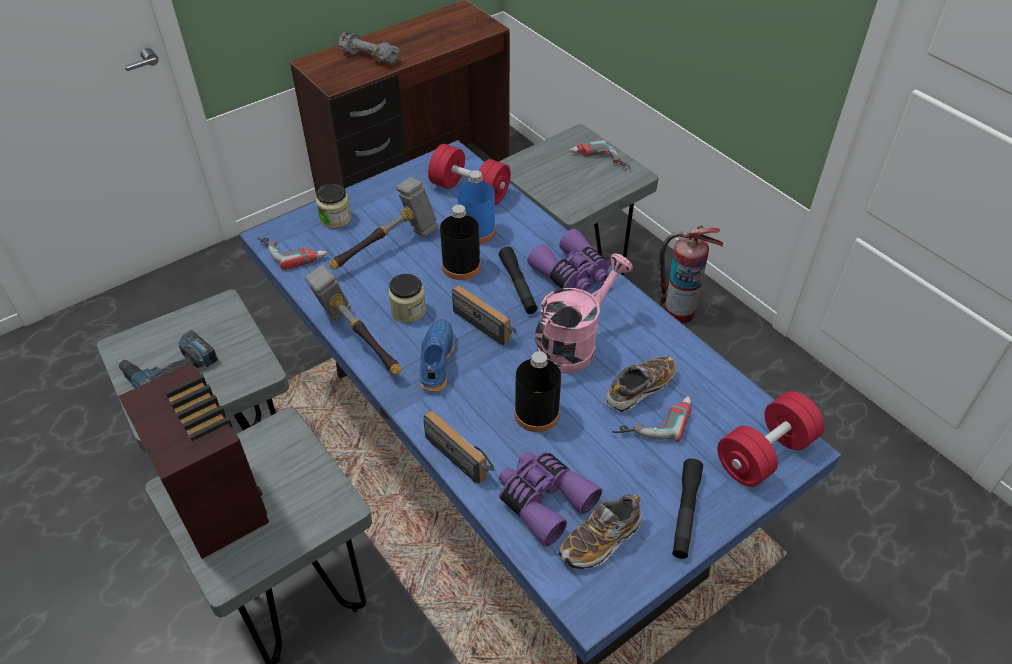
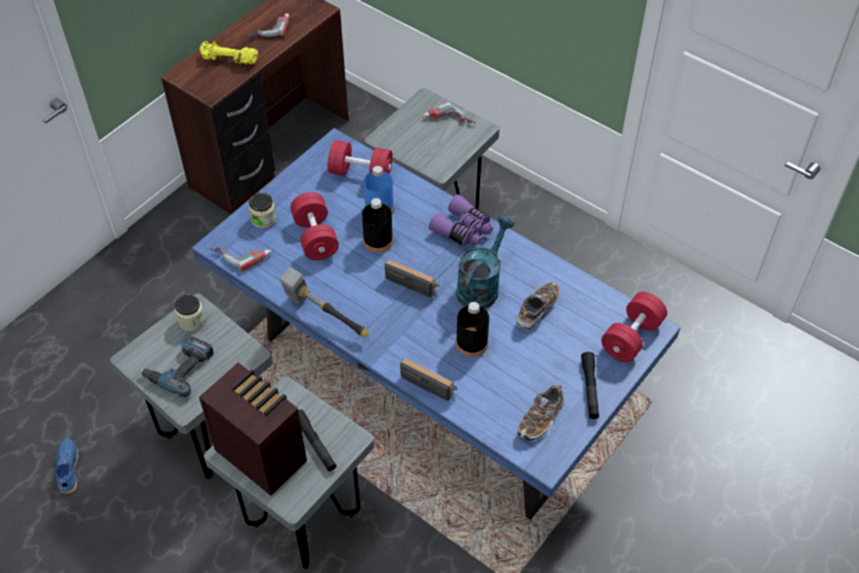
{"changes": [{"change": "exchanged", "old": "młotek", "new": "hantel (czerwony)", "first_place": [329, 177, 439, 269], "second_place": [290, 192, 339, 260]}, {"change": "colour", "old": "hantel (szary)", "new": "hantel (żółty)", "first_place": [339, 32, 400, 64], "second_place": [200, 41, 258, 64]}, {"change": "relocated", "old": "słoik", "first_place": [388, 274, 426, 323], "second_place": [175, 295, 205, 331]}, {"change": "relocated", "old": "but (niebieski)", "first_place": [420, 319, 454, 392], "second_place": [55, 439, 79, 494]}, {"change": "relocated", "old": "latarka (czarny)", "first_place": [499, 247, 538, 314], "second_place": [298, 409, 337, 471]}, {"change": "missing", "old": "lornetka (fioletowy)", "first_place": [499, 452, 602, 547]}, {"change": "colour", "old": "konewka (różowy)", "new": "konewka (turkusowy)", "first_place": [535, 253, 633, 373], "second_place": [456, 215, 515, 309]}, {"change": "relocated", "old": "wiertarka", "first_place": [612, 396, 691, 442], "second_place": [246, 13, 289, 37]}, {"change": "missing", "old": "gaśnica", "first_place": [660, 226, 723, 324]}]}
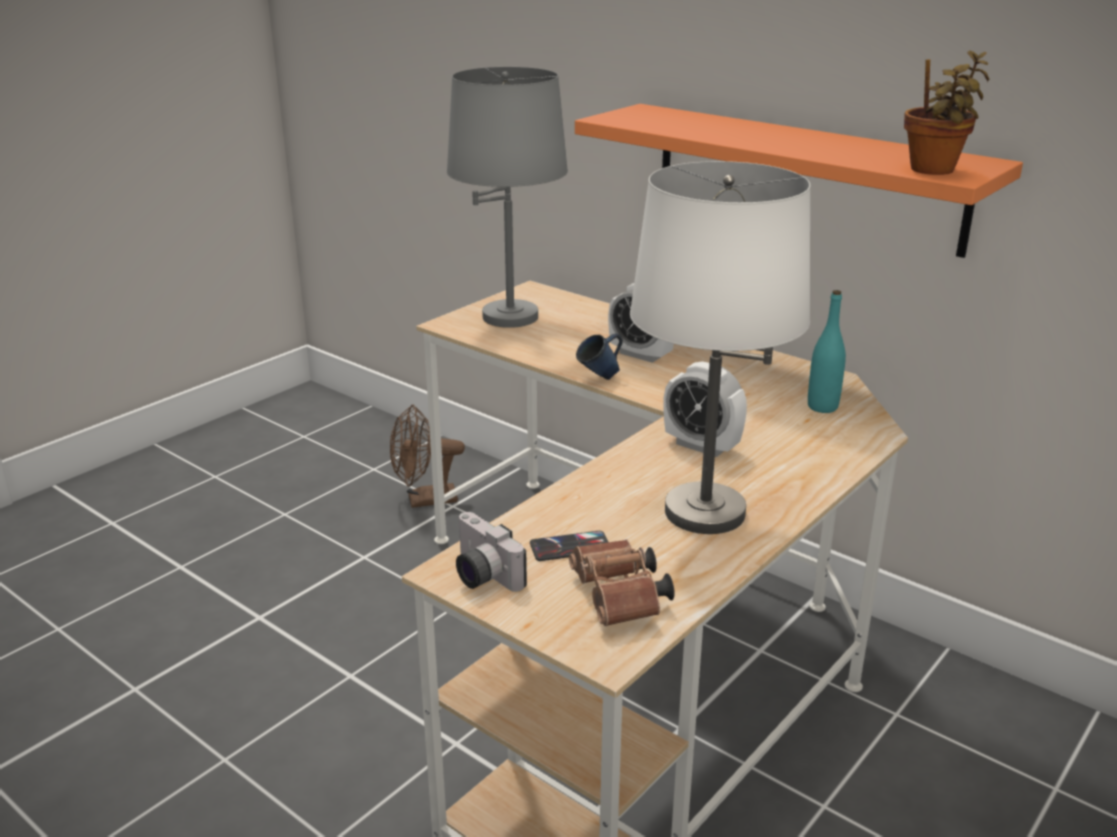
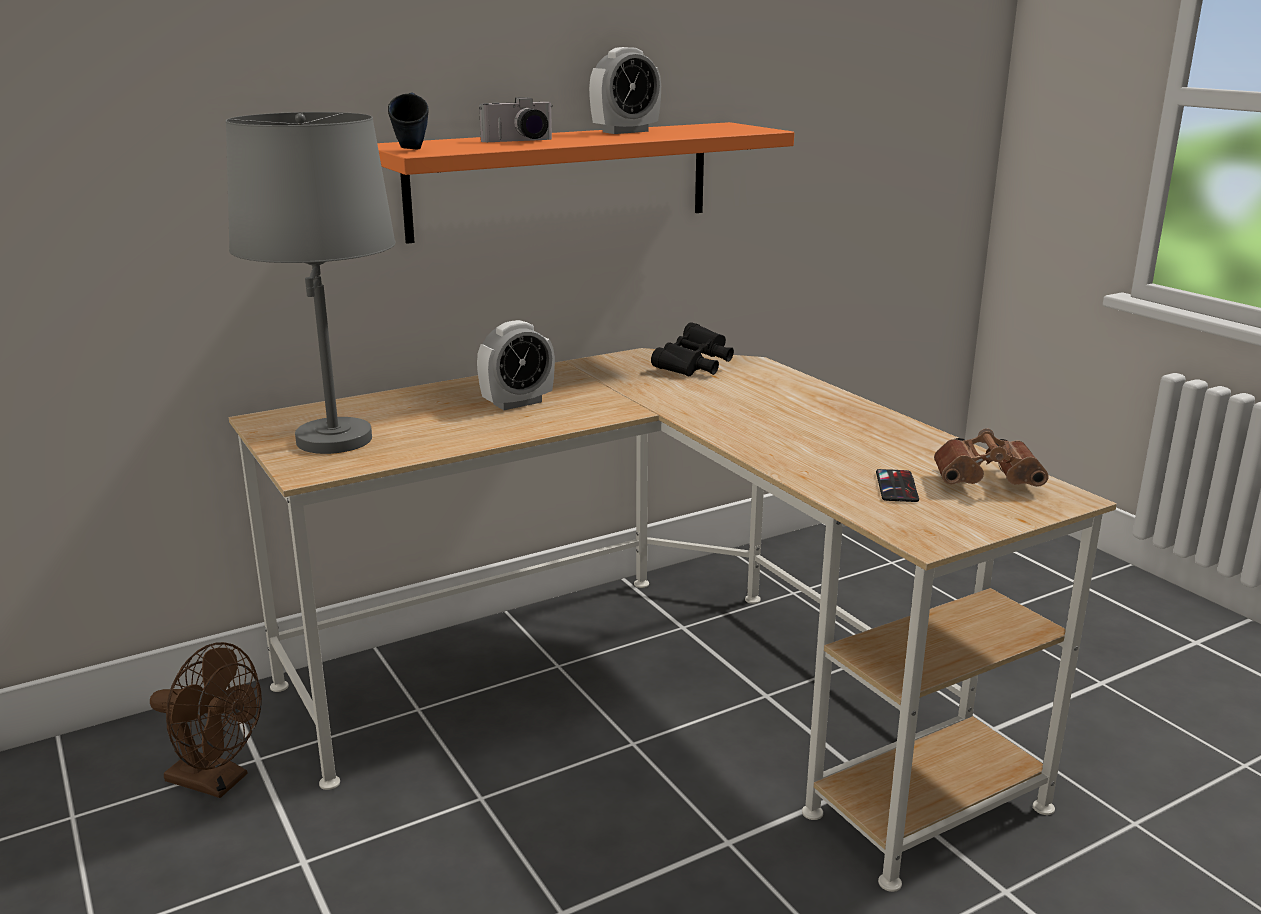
{"changes": [{"change": "spun", "old": "wentylator (brązowy)", "first_place": [390, 405, 465, 508], "second_place": [150, 642, 262, 798], "degrees": -75}, {"change": "relocated", "old": "aparat fotograficzny", "first_place": [456, 512, 527, 592], "second_place": [479, 97, 553, 142]}, {"change": "relocated", "old": "kubek (niebieski)", "first_place": [576, 333, 623, 380], "second_place": [388, 92, 429, 149]}, {"change": "missing", "old": "lampa stołowa (biały)", "first_place": [630, 161, 810, 534]}, {"change": "relocated", "old": "budzik", "first_place": [663, 361, 747, 457], "second_place": [589, 47, 661, 134]}, {"change": "exchanged", "old": "butelka (turkusowy)", "new": "lornetka (czarny)", "first_place": [808, 290, 846, 413], "second_place": [651, 322, 734, 376]}, {"change": "missing", "old": "roślina doniczkowa", "first_place": [904, 50, 990, 175]}]}
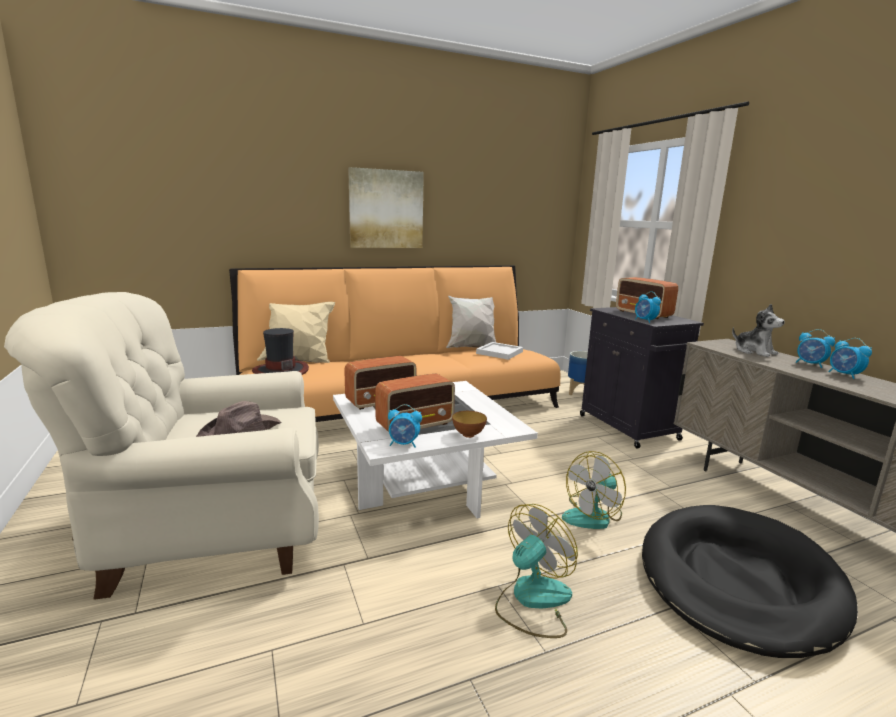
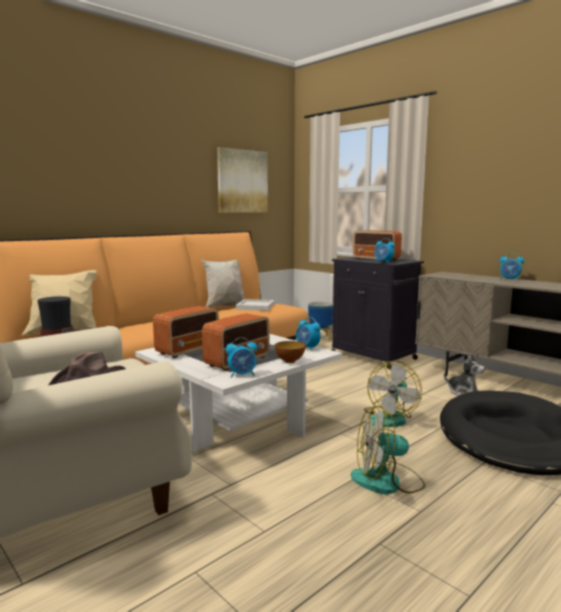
{"changes": [{"change": "relocated", "old": "obraz", "first_place": [348, 167, 424, 248], "second_place": [217, 147, 268, 213]}, {"change": "spun", "old": "wentylator", "first_place": [495, 504, 578, 638], "second_place": [351, 405, 425, 495], "degrees": -120}, {"change": "relocated", "old": "pluszak", "first_place": [732, 304, 785, 357], "second_place": [444, 354, 485, 396]}, {"change": "relocated", "old": "budzik", "first_place": [828, 338, 872, 379], "second_place": [296, 317, 321, 351]}]}
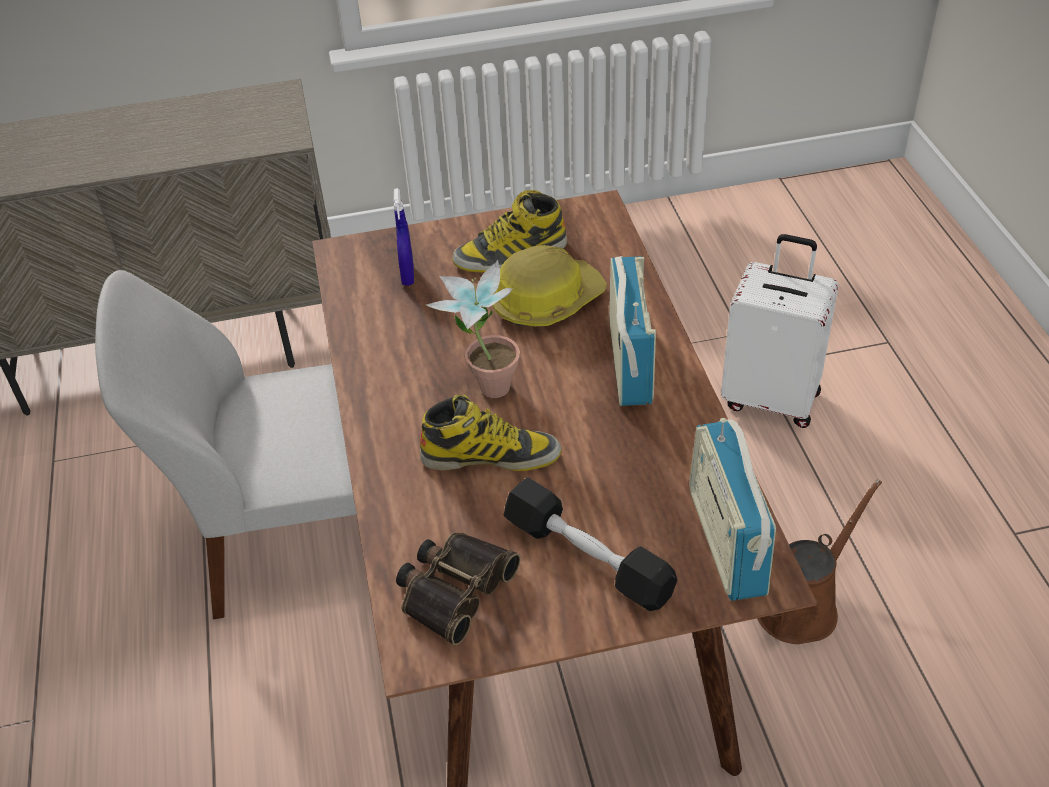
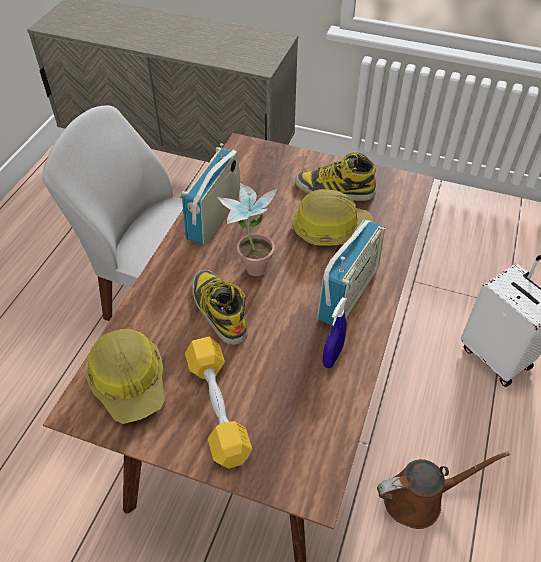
{"changes": [{"change": "relocated", "old": "spryskiwacz (niebieski)", "first_place": [394, 188, 414, 286], "second_place": [322, 297, 347, 368]}, {"change": "exchanged", "old": "lornetka", "new": "kask", "first_place": [396, 532, 521, 645], "second_place": [85, 329, 165, 424]}, {"change": "spun", "old": "but z cholewką", "first_place": [420, 394, 562, 471], "second_place": [192, 270, 248, 345], "degrees": -150}, {"change": "colour", "old": "hantel (czarny)", "new": "hantel (żółty)", "first_place": [504, 477, 677, 611], "second_place": [185, 337, 252, 469]}, {"change": "relocated", "old": "radio", "first_place": [689, 418, 776, 601], "second_place": [182, 143, 241, 245]}]}
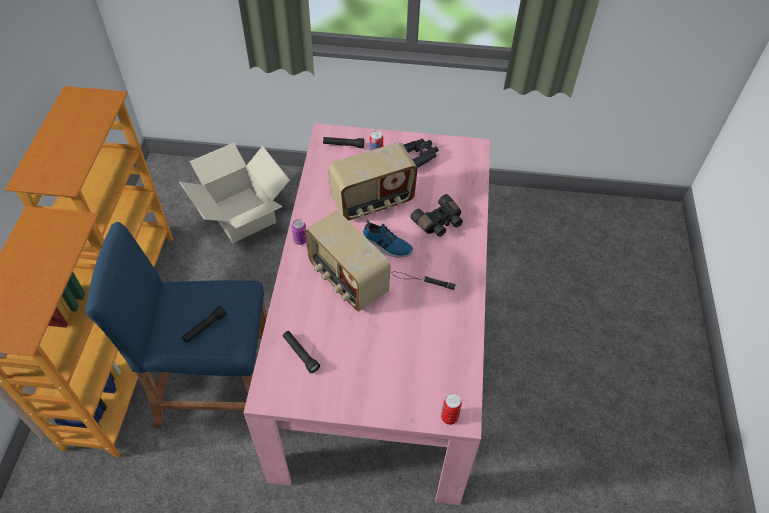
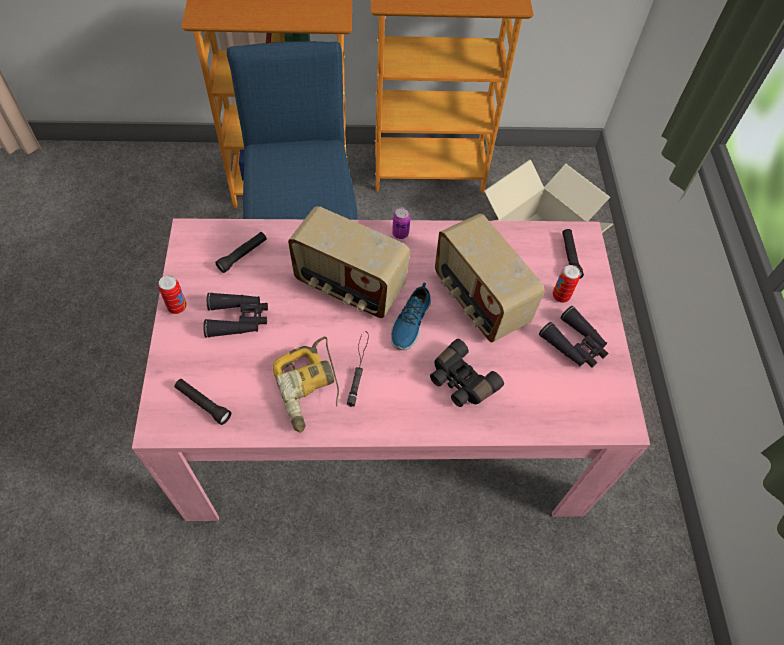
{"changes": [{"change": "relocated", "old": "latarka (czarny)", "first_place": [182, 306, 226, 343], "second_place": [174, 379, 231, 425]}, {"change": "spun", "old": "radio", "first_place": [305, 211, 391, 312], "second_place": [288, 206, 410, 318], "degrees": -105}, {"change": "relocated", "old": "puszka", "first_place": [441, 394, 462, 425], "second_place": [158, 275, 187, 314]}, {"change": "appeared", "new": "lornetka (czarny)", "second_place": [203, 292, 268, 338]}, {"change": "appeared", "new": "wiertarka", "second_place": [273, 337, 339, 433]}]}
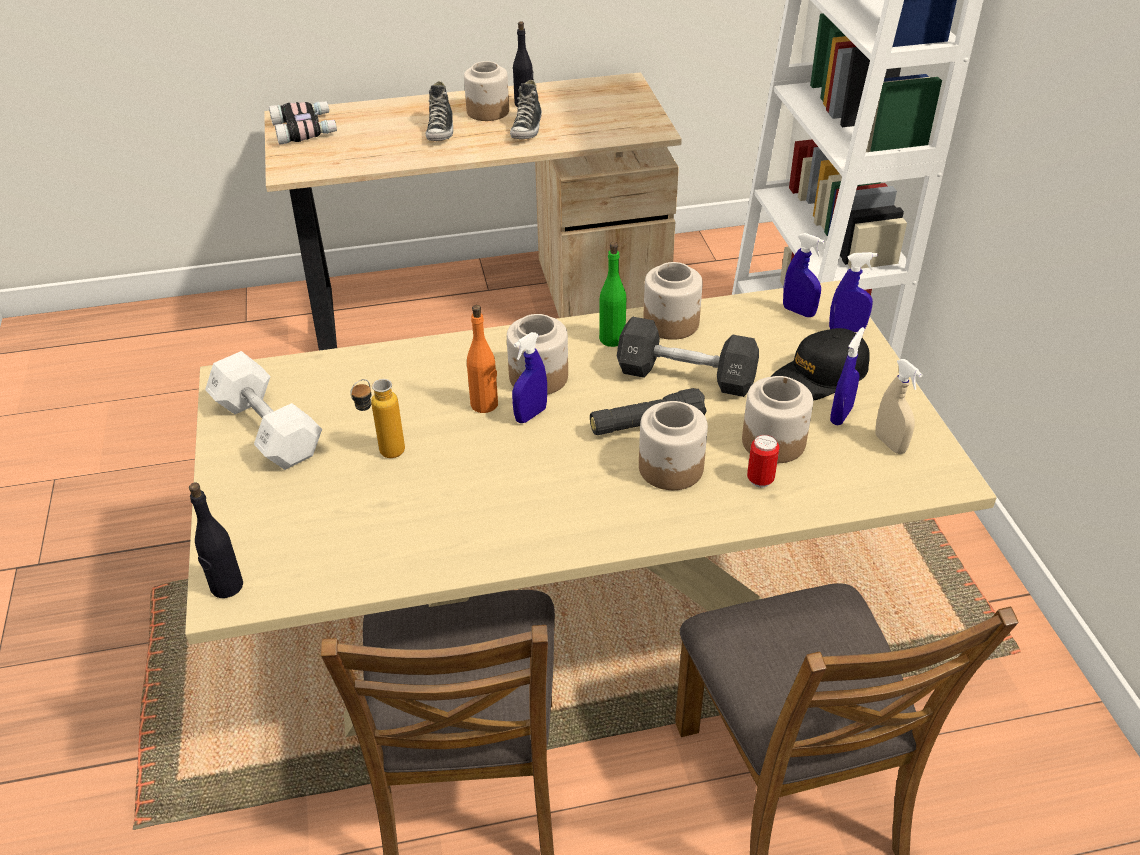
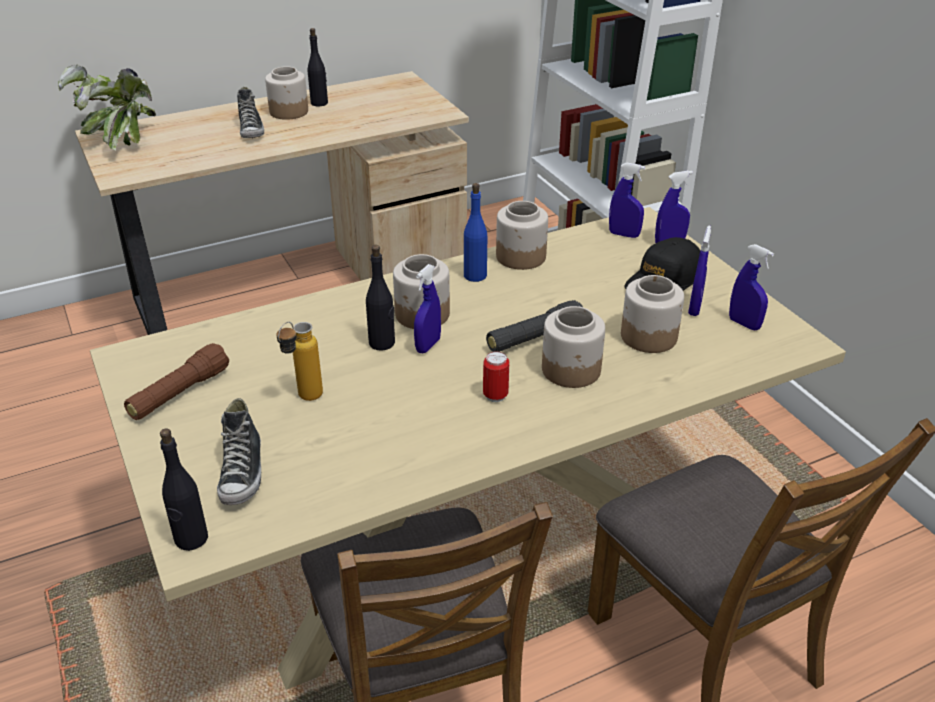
{"changes": [{"change": "exchanged", "old": "hantel (biały)", "new": "latarka (brązowy)", "first_place": [205, 351, 322, 470], "second_place": [124, 343, 229, 420]}, {"change": "exchanged", "old": "lornetka", "new": "roślina doniczkowa", "first_place": [269, 101, 337, 145], "second_place": [58, 65, 156, 150]}, {"change": "colour", "old": "butelka (pomarańczowy)", "new": "butelka (czarny)", "first_place": [467, 305, 498, 413], "second_place": [366, 245, 395, 351]}, {"change": "relocated", "old": "but", "first_place": [510, 80, 542, 140], "second_place": [217, 398, 261, 505]}, {"change": "colour", "old": "butelka (zielony)", "new": "butelka (niebieski)", "first_place": [599, 242, 626, 347], "second_place": [464, 183, 487, 282]}, {"change": "missing", "old": "hantel (czarny)", "first_place": [617, 317, 759, 397]}, {"change": "relocated", "old": "puszka", "first_place": [747, 435, 779, 488], "second_place": [483, 351, 509, 402]}, {"change": "colour", "old": "spryskiwacz (beżowy)", "new": "spryskiwacz (niebieski)", "first_place": [875, 359, 923, 454], "second_place": [729, 244, 774, 330]}]}
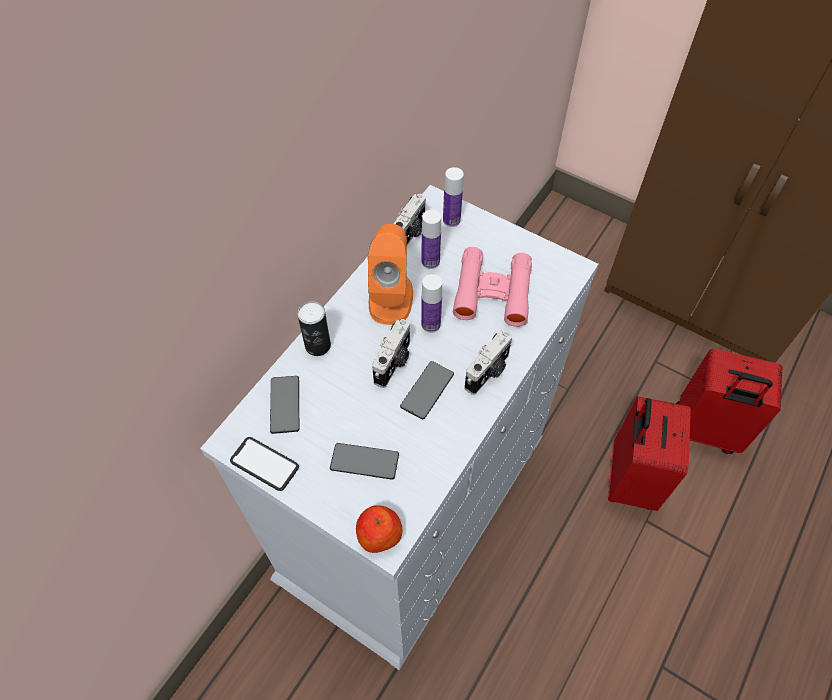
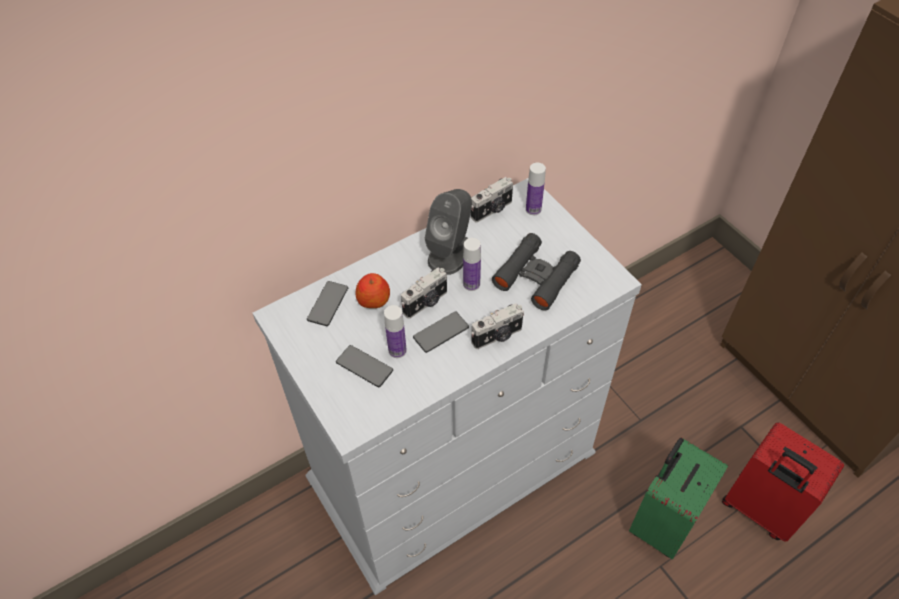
{"changes": [{"change": "missing", "old": "telefon", "first_place": [230, 437, 299, 491]}, {"change": "missing", "old": "puszka", "first_place": [297, 301, 331, 356]}, {"change": "relocated", "old": "jabłko", "first_place": [356, 505, 403, 553], "second_place": [355, 273, 390, 308]}, {"change": "colour", "old": "głośnik (pomarańczowy)", "new": "głośnik (szary)", "first_place": [368, 224, 413, 325], "second_place": [425, 189, 472, 275]}, {"change": "relocated", "old": "butelka", "first_place": [421, 210, 441, 269], "second_place": [384, 305, 407, 358]}, {"change": "colour", "old": "lornetka (różowy)", "new": "lornetka (czarny)", "first_place": [453, 247, 532, 327], "second_place": [492, 233, 581, 311]}, {"change": "colour", "old": "walizka (czerwony)", "new": "walizka (zielony)", "first_place": [608, 396, 691, 511], "second_place": [629, 437, 728, 559]}]}
